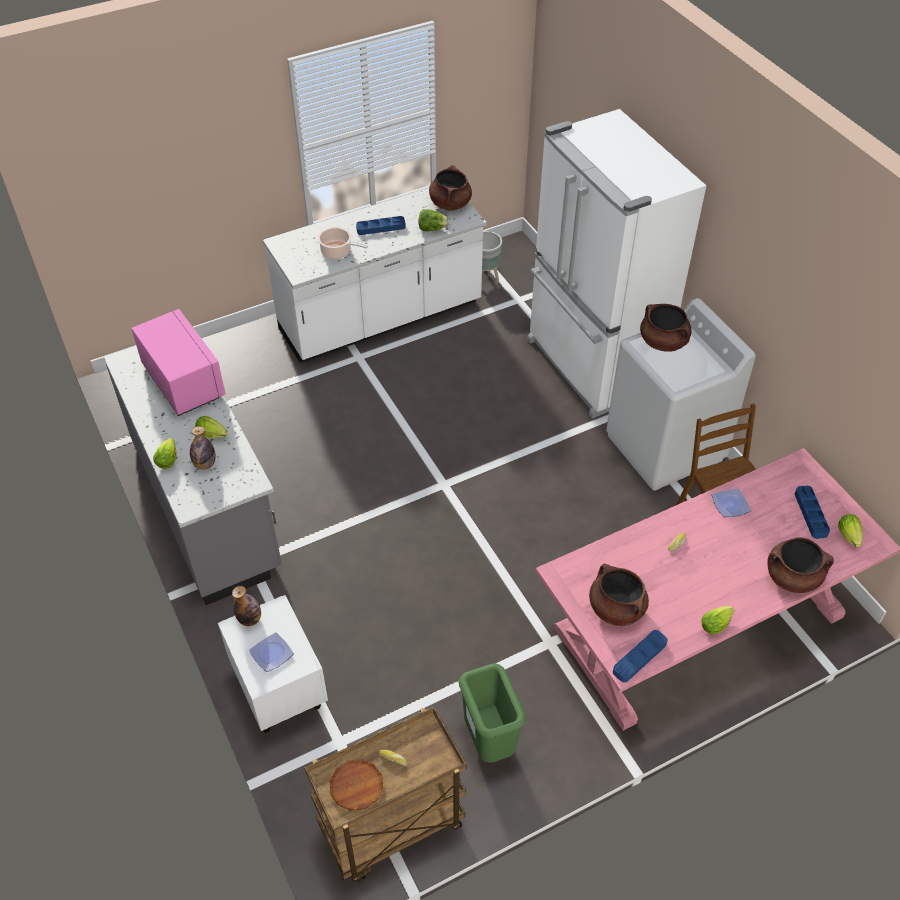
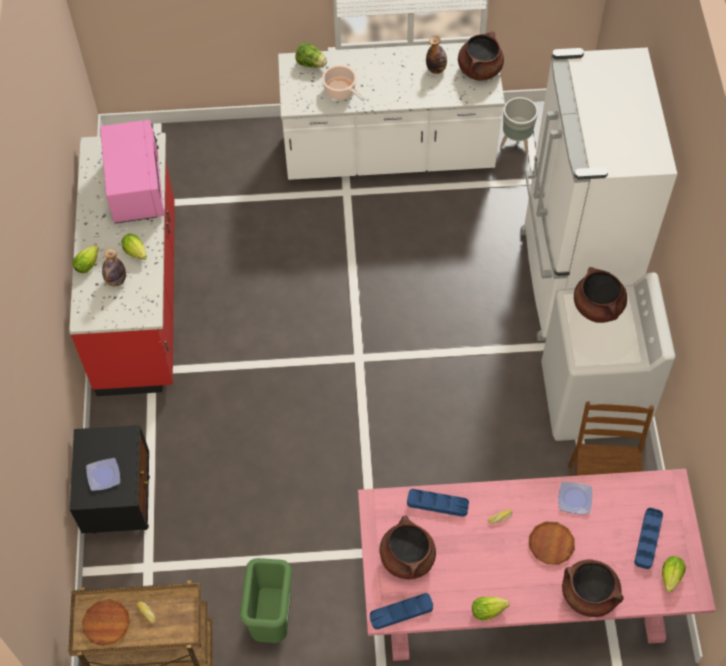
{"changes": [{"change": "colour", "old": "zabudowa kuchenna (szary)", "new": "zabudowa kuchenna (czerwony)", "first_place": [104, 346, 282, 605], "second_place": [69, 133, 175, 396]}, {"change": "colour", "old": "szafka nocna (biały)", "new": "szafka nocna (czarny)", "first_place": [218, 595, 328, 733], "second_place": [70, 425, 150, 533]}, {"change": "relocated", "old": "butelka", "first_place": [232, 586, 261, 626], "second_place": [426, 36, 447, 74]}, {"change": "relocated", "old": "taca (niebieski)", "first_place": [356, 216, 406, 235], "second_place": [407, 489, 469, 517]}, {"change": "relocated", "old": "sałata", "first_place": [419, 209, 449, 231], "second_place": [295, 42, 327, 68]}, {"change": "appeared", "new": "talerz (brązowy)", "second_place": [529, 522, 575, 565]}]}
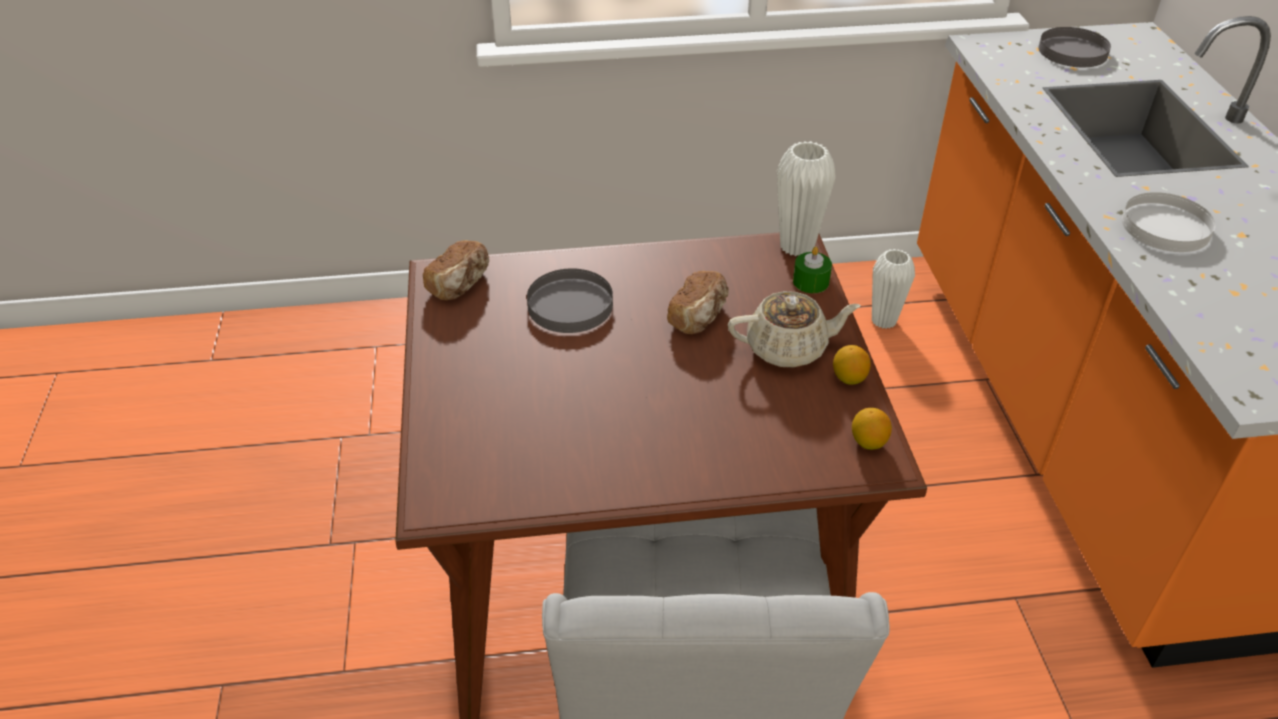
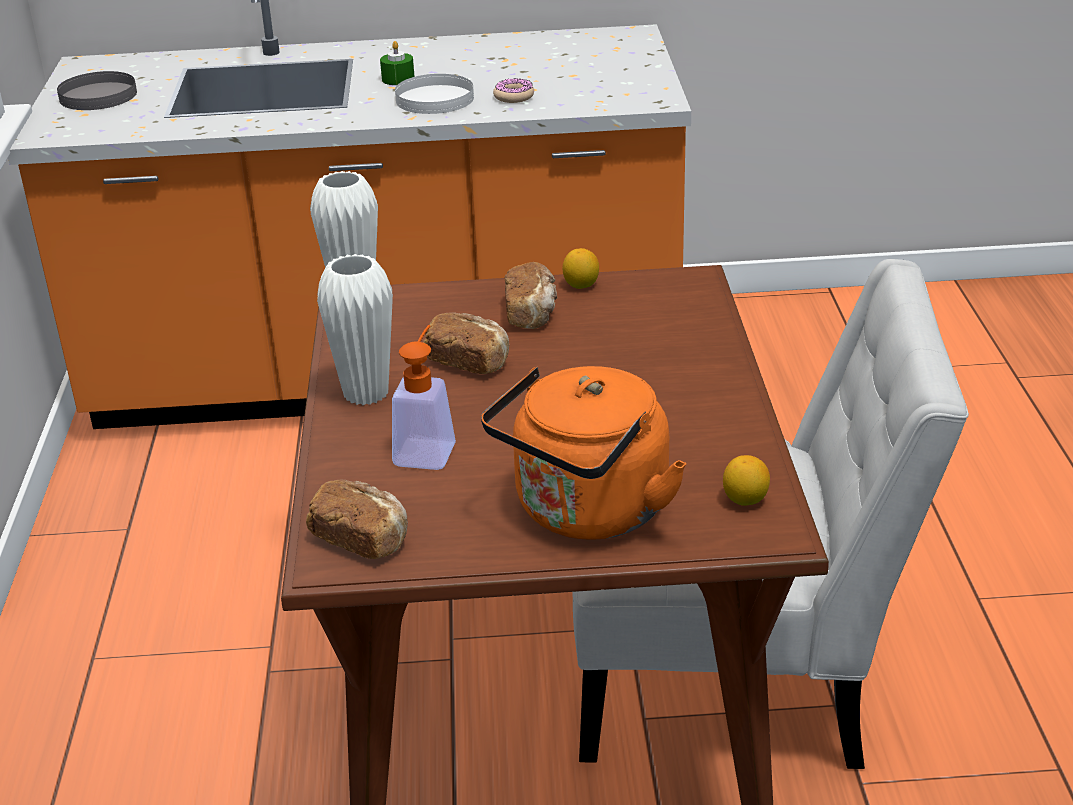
{"changes": [{"change": "exchanged", "old": "talerz (szary)", "new": "dozownik mydła", "first_place": [527, 268, 613, 333], "second_place": [392, 325, 456, 470]}, {"change": "exchanged", "old": "imbryk (beżowy)", "new": "chleb", "first_place": [728, 291, 861, 368], "second_place": [504, 262, 557, 329]}, {"change": "relocated", "old": "świeca (zielony)", "first_place": [793, 247, 832, 293], "second_place": [380, 41, 415, 85]}, {"change": "relocated", "old": "cytryna", "first_place": [852, 408, 892, 450], "second_place": [723, 455, 770, 506]}, {"change": "relocated", "old": "wazon (biały)", "first_place": [872, 249, 915, 329], "second_place": [317, 254, 393, 405]}, {"change": "appeared", "new": "czajnik (pomarańczowy)", "second_place": [481, 366, 686, 540]}, {"change": "appeared", "new": "donut", "second_place": [493, 78, 534, 103]}]}
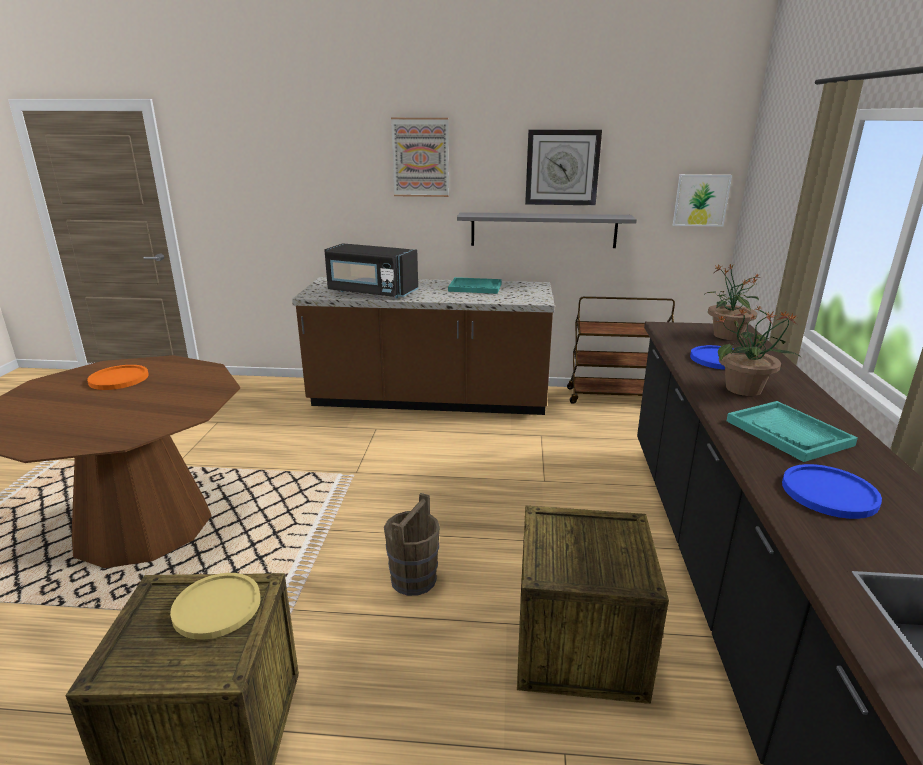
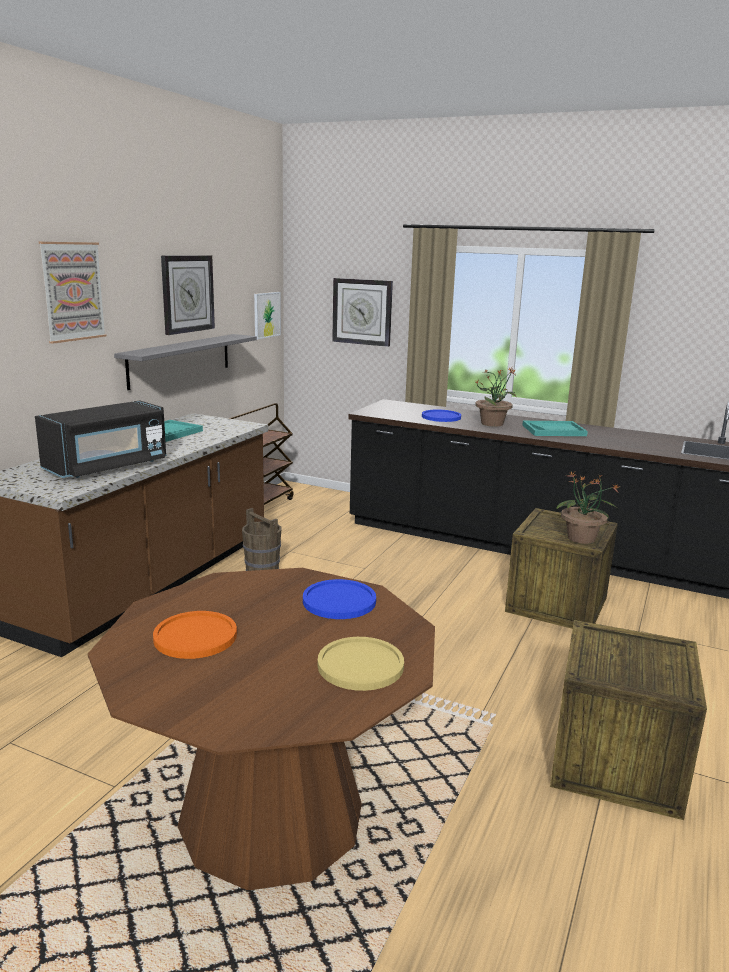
{"changes": [{"change": "relocated", "old": "talerz (żółty)", "first_place": [170, 573, 261, 640], "second_place": [318, 637, 404, 691]}, {"change": "relocated", "old": "wiadro (brązowy)", "first_place": [384, 493, 440, 596], "second_place": [242, 508, 281, 571]}, {"change": "relocated", "old": "roślina doniczkowa", "first_place": [704, 263, 759, 340], "second_place": [556, 472, 619, 544]}, {"change": "relocated", "old": "talerz (niebieski)", "first_place": [782, 464, 882, 519], "second_place": [303, 579, 376, 619]}, {"change": "appeared", "new": "zegar ścienny", "second_place": [332, 278, 393, 347]}]}
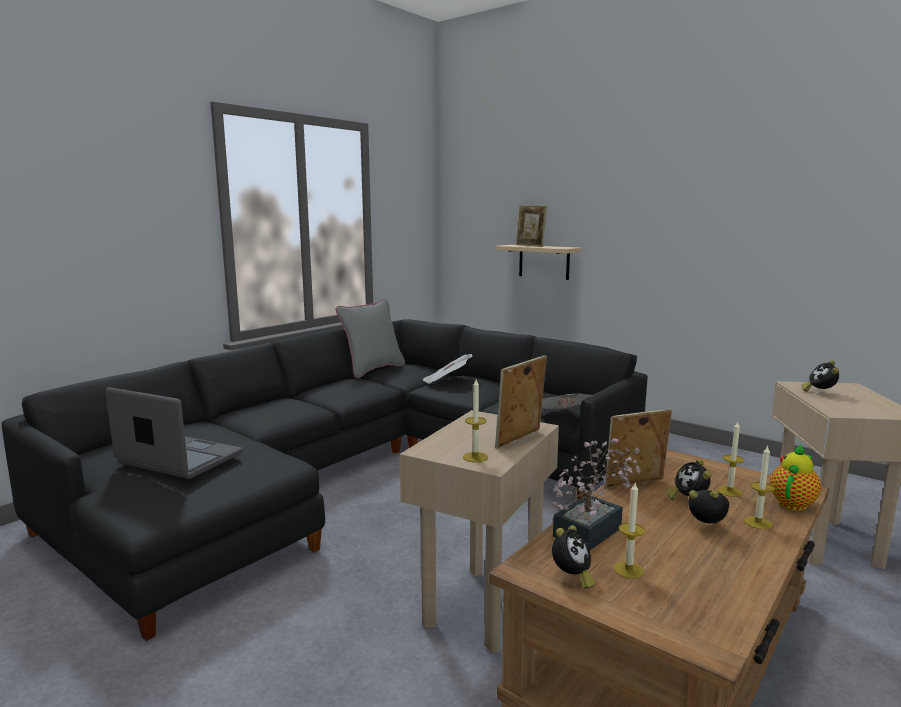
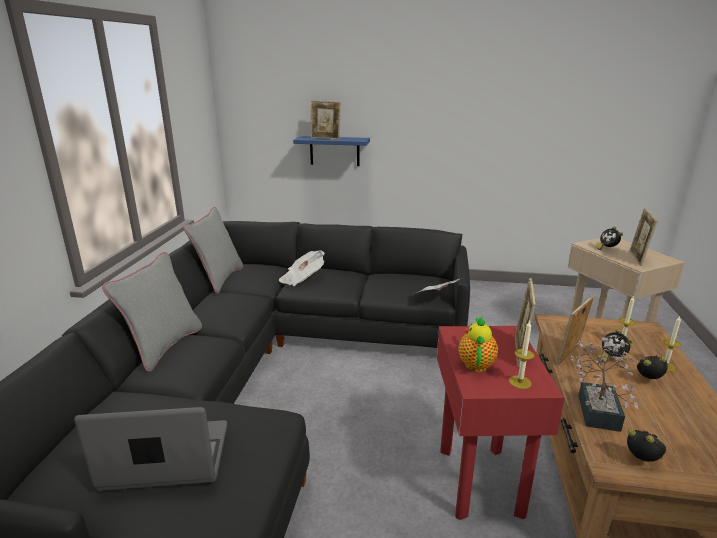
{"changes": [{"change": "colour", "old": "stolik (beżowy)", "new": "stolik (czerwony)", "first_place": [400, 410, 559, 652], "second_place": [437, 326, 564, 520]}, {"change": "colour", "old": "półka (beżowy)", "new": "półka (niebieski)", "first_place": [496, 245, 581, 280], "second_place": [293, 136, 370, 166]}, {"change": "spun", "old": "budzik", "first_place": [552, 525, 596, 589], "second_place": [627, 429, 666, 462], "degrees": -45}, {"change": "missing", "old": "świeca", "first_place": [614, 482, 645, 579]}, {"change": "relocated", "old": "imbryk", "first_place": [770, 444, 821, 511], "second_place": [458, 316, 498, 372]}, {"change": "appeared", "new": "poduszka (szary)", "second_place": [102, 252, 202, 371]}, {"change": "appeared", "new": "ramka na zdjęcie", "second_place": [629, 208, 658, 266]}]}
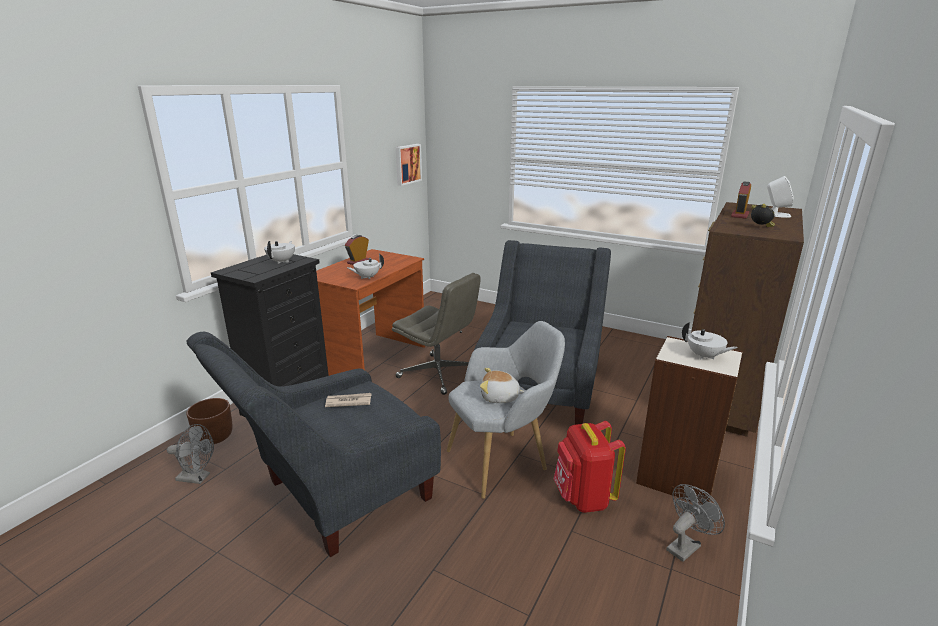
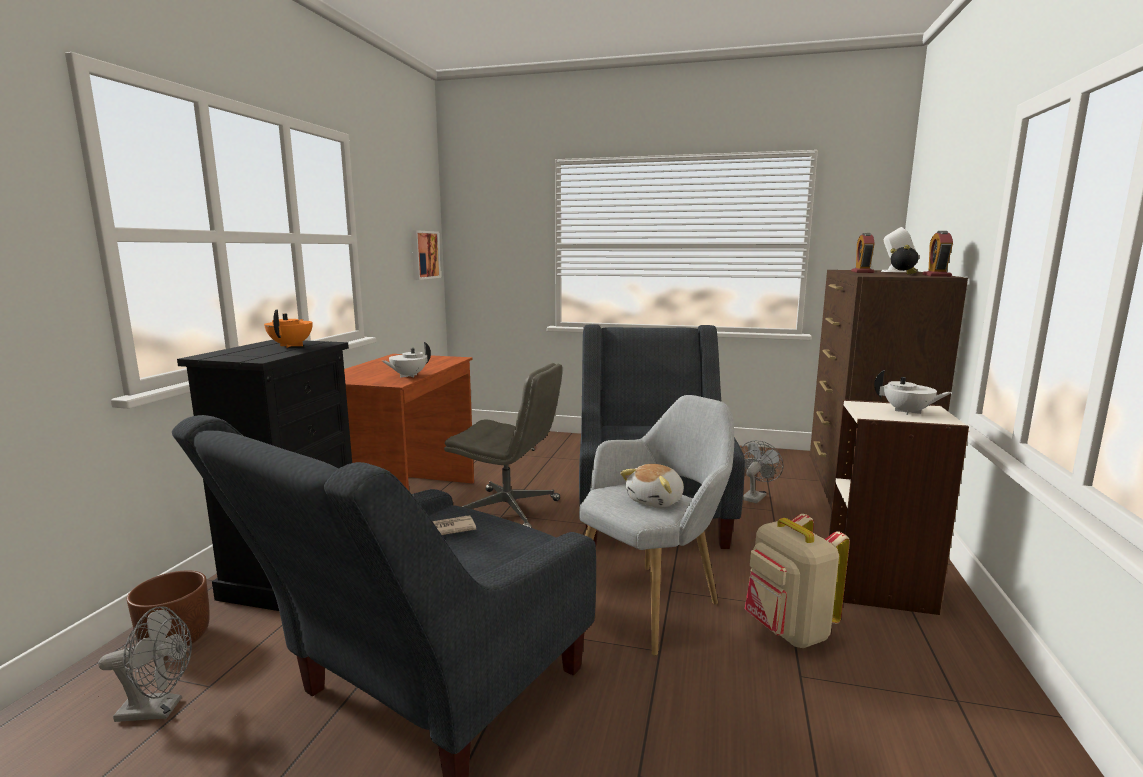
{"changes": [{"change": "colour", "old": "imbryk (biały)", "new": "imbryk (pomarańczowy)", "first_place": [264, 241, 295, 264], "second_place": [264, 310, 313, 348]}, {"change": "relocated", "old": "budzik", "first_place": [345, 235, 369, 265], "second_place": [923, 231, 953, 277]}, {"change": "spun", "old": "pluszak", "first_place": [480, 368, 525, 403], "second_place": [620, 464, 684, 508], "degrees": -45}, {"change": "colour", "old": "plecak (czerwony)", "new": "plecak (beżowy)", "first_place": [554, 421, 626, 513], "second_place": [745, 514, 850, 648]}, {"change": "relocated", "old": "wentylator (szary)", "first_place": [666, 484, 725, 562], "second_place": [741, 440, 784, 503]}]}
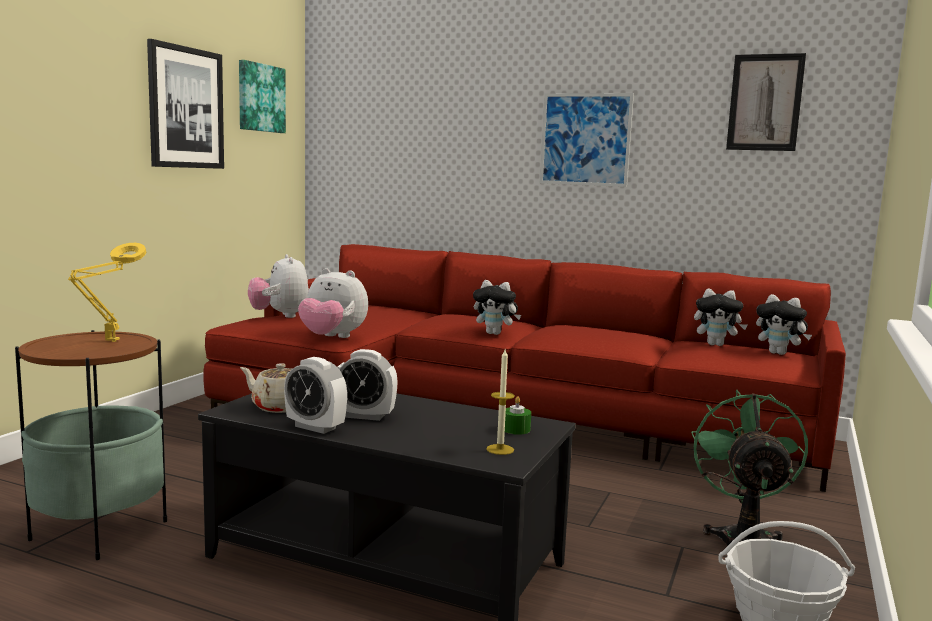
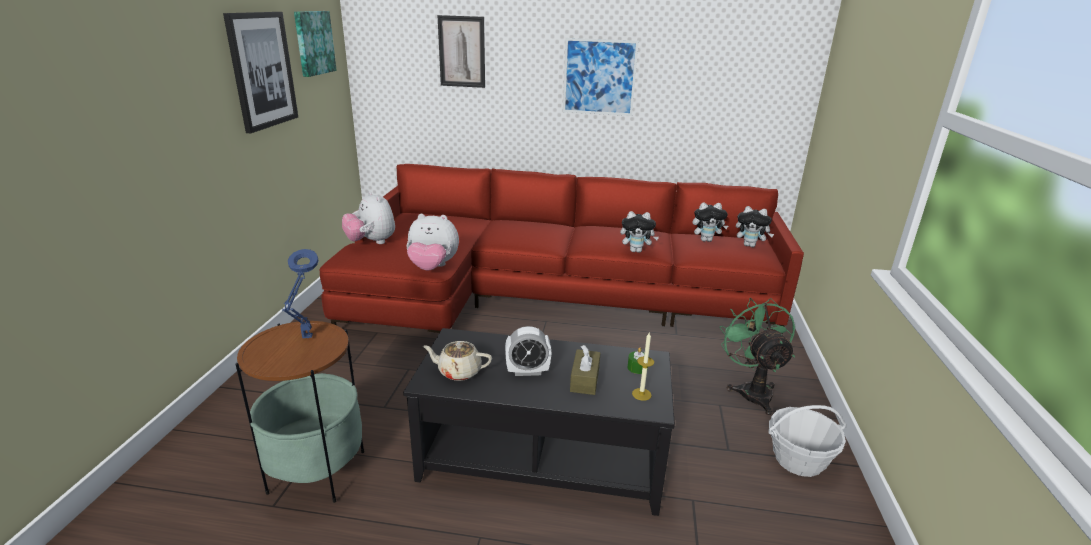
{"changes": [{"change": "colour", "old": "lampa stołowa (żółty)", "new": "lampa stołowa (niebieski)", "first_place": [68, 243, 146, 342], "second_place": [282, 249, 319, 338]}, {"change": "missing", "old": "budzik", "first_place": [284, 357, 347, 434]}, {"change": "relocated", "old": "pluszak", "first_place": [473, 280, 521, 335], "second_place": [620, 211, 659, 253]}, {"change": "relocated", "old": "obraz", "first_place": [726, 53, 806, 151], "second_place": [437, 15, 485, 88]}, {"change": "appeared", "new": "pudełko chusteczek (brązowy)", "second_place": [570, 345, 600, 395]}]}
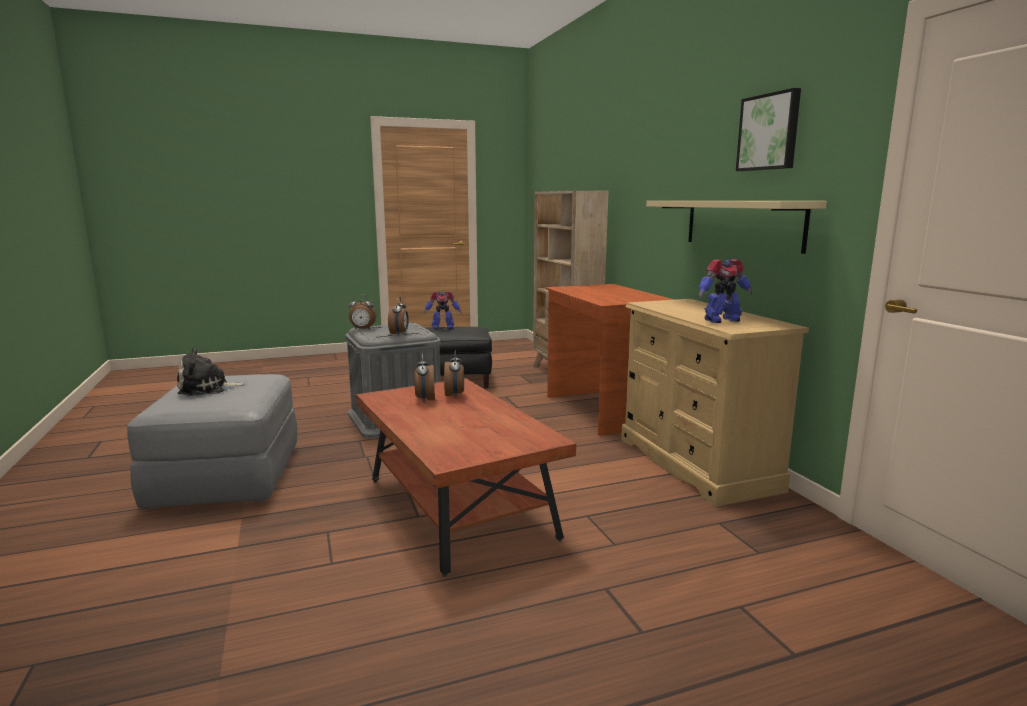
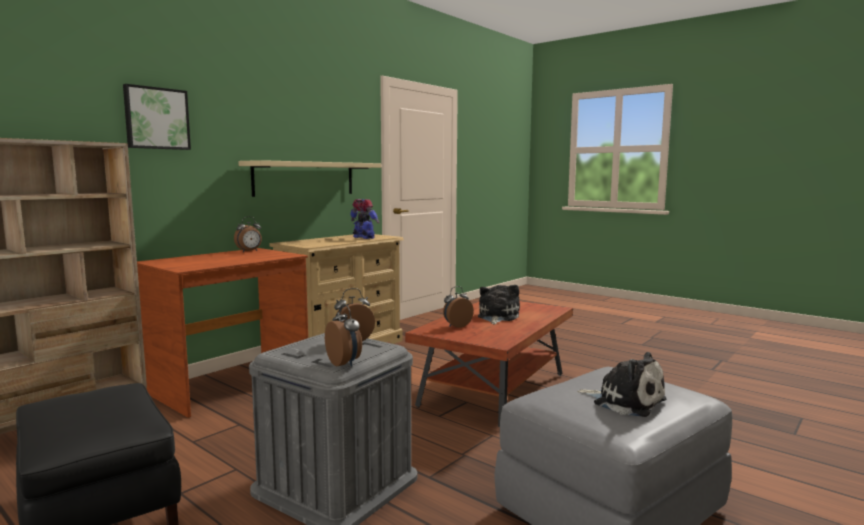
{"changes": [{"change": "relocated", "old": "budzik", "first_place": [414, 353, 435, 402], "second_place": [234, 216, 262, 252]}, {"change": "missing", "old": "robot zabawkowy", "first_place": [424, 291, 462, 330]}, {"change": "relocated", "old": "obraz", "first_place": [736, 88, 801, 171], "second_place": [123, 84, 191, 150]}, {"change": "appeared", "new": "pluszak", "second_place": [478, 285, 520, 325]}]}
